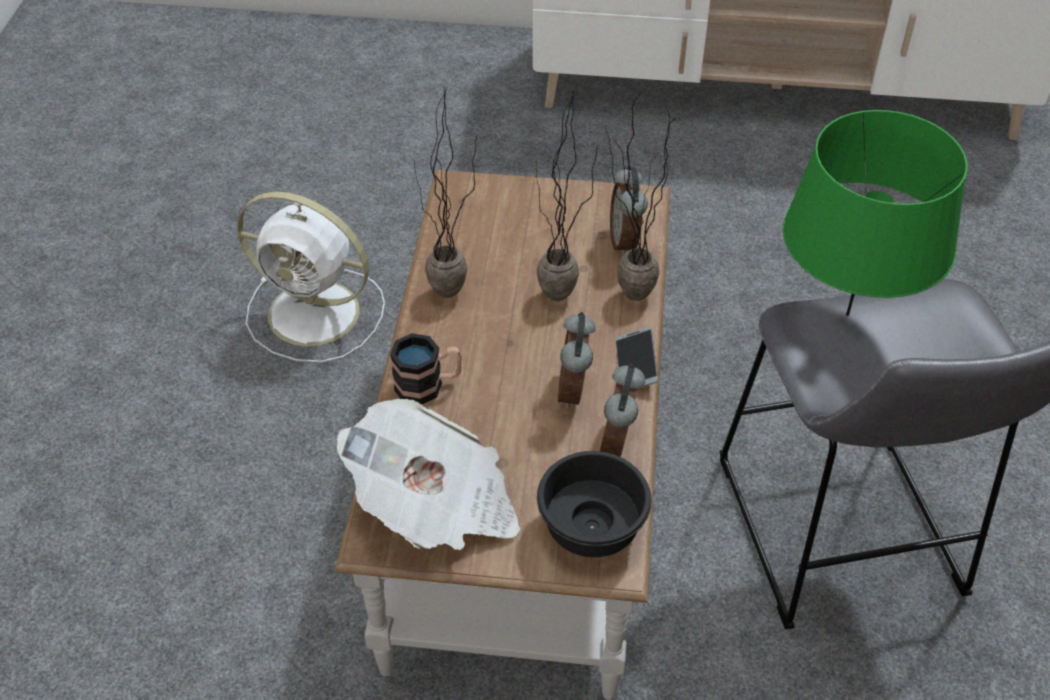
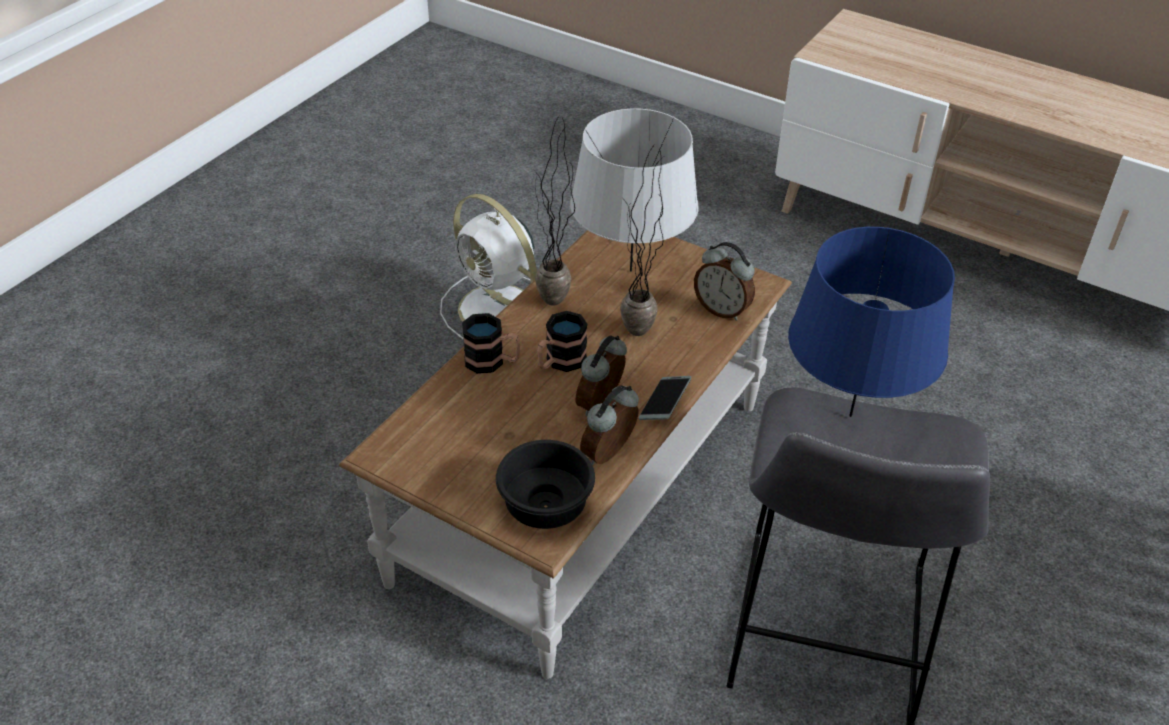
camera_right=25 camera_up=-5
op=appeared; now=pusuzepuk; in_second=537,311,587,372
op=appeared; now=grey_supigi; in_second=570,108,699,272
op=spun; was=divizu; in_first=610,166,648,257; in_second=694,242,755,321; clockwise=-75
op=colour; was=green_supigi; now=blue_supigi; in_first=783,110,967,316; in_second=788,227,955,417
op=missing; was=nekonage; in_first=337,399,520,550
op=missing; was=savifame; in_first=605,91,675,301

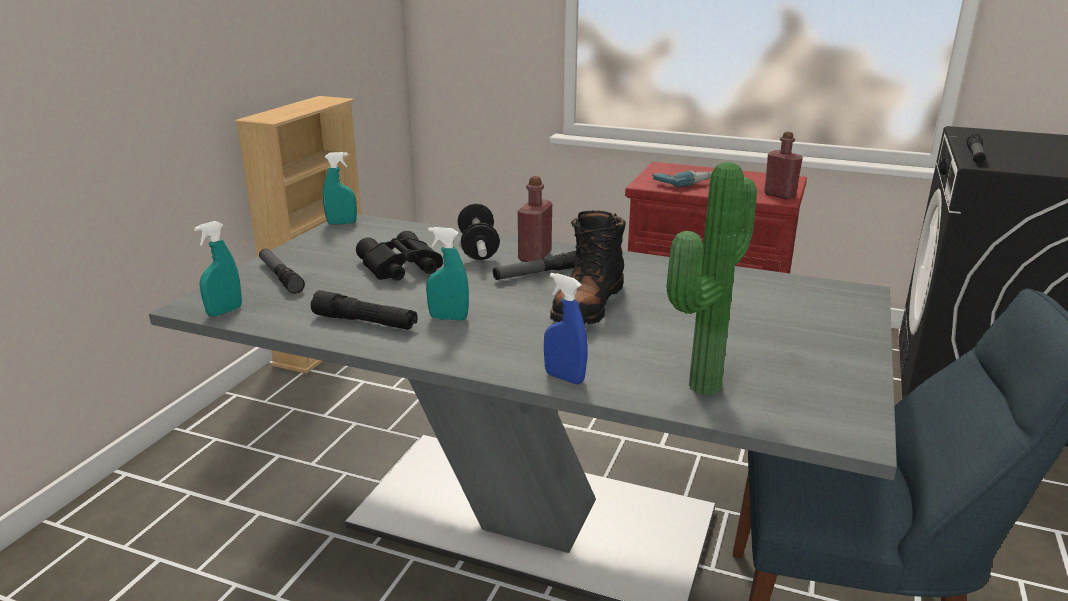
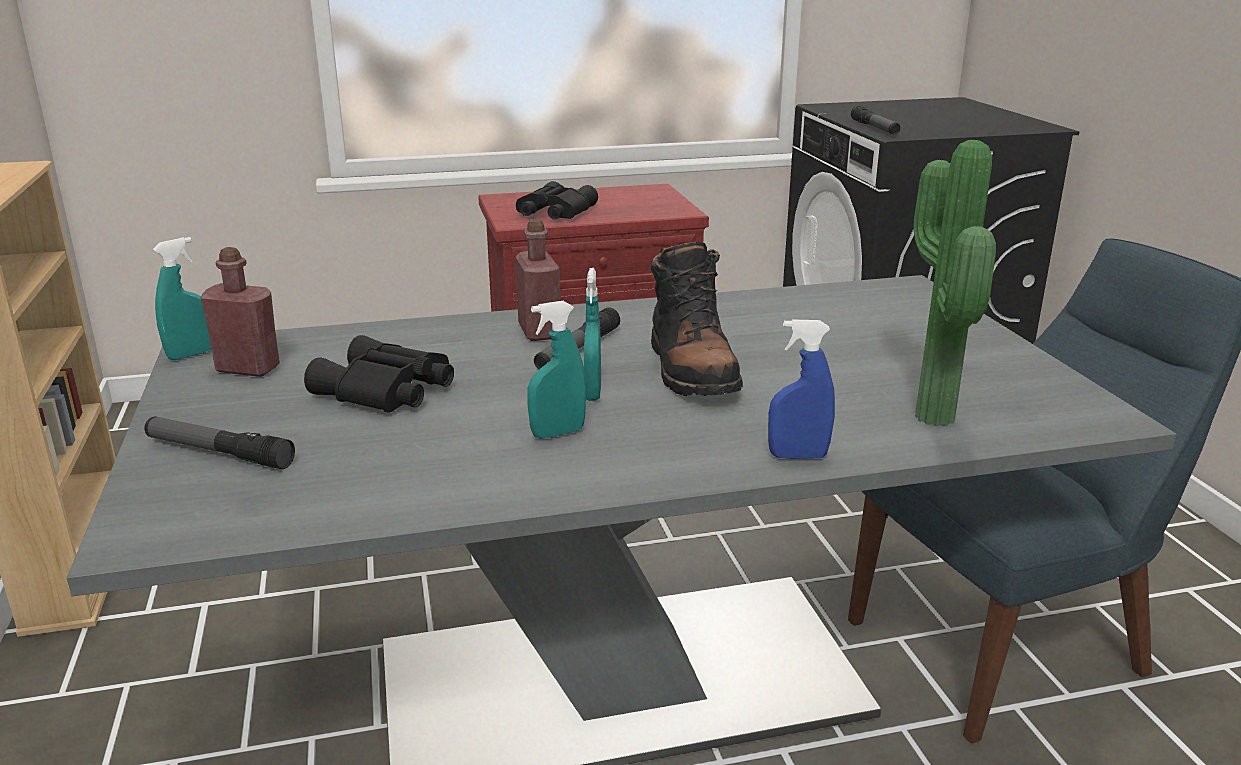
camera_right=-35 camera_up=0
op=relocated; was=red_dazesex; in_first=764,132,803,199; in_second=200,247,280,377
op=exchanged; was=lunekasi; now=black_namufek; in_first=652,170,712,187; in_second=516,181,598,220
op=relocated; was=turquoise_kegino; in_first=194,221,242,317; in_second=584,268,601,401
op=missing; was=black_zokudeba; in_first=311,290,418,330
op=missing; was=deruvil; in_first=458,203,500,260

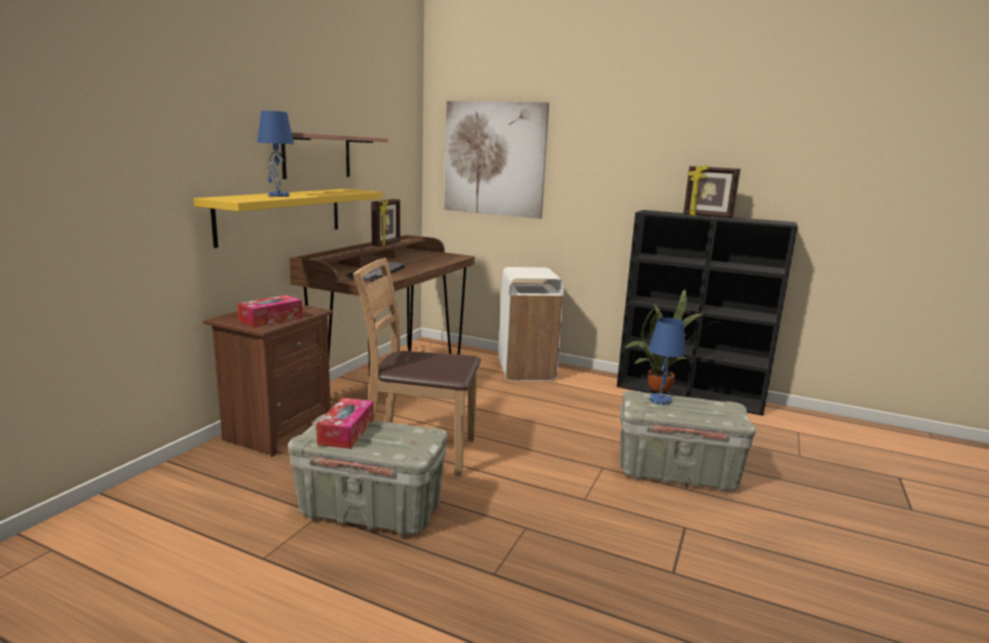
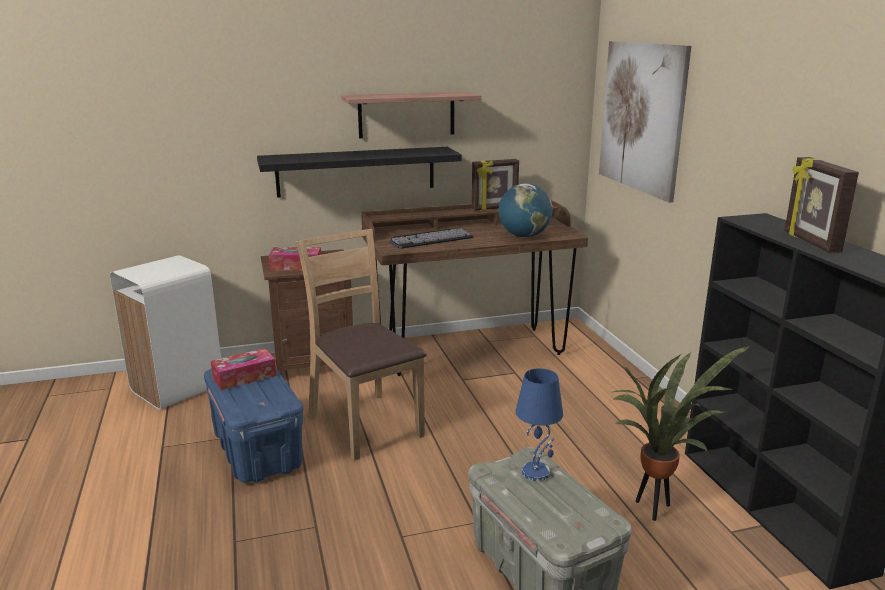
camera_right=50 camera_up=5
op=relocated; was=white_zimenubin; in_first=498,267,564,381; in_second=110,255,221,410
op=colour; was=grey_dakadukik; now=blue_dakadukik; in_first=288,414,448,536; in_second=204,368,304,483
op=colour; was=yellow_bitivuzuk; now=black_bitivuzuk; in_first=194,189,383,248; in_second=257,147,462,198
op=appeared; now=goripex; in_second=499,183,552,237
op=missing; was=blue_supigi; in_first=257,111,294,197

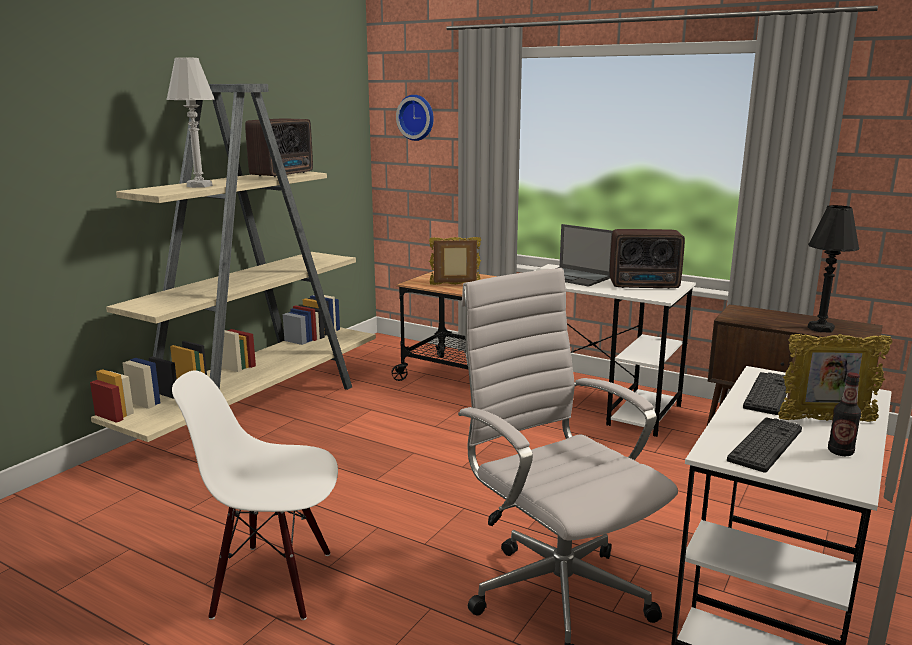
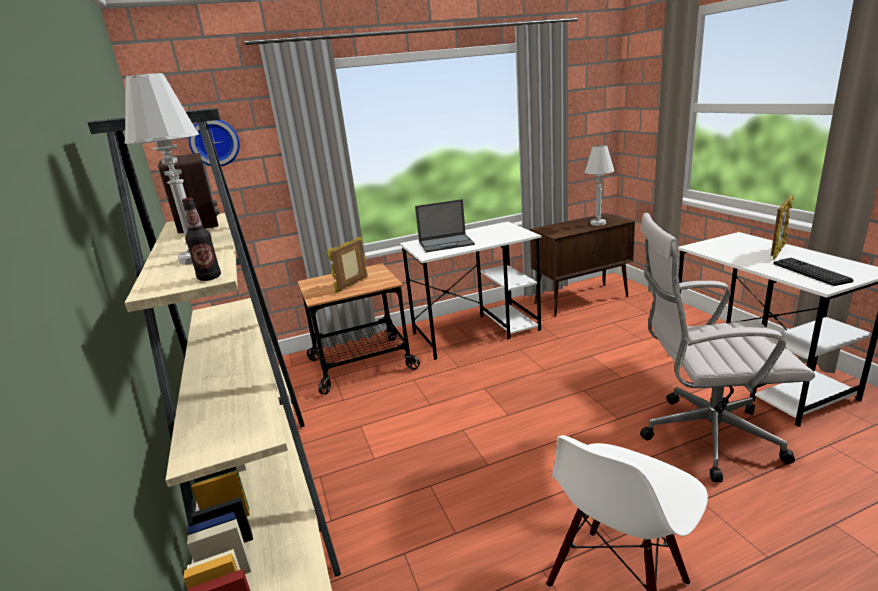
camera_right=-50 camera_up=5
op=relocated; was=dazesex; in_first=828,372,861,456; in_second=182,198,221,281
op=colour; was=black_supigi; now=white_supigi; in_first=808,205,859,332; in_second=584,145,614,226
op=missing; was=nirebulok; in_first=610,229,685,289
op=missing; was=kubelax; in_first=743,372,787,415

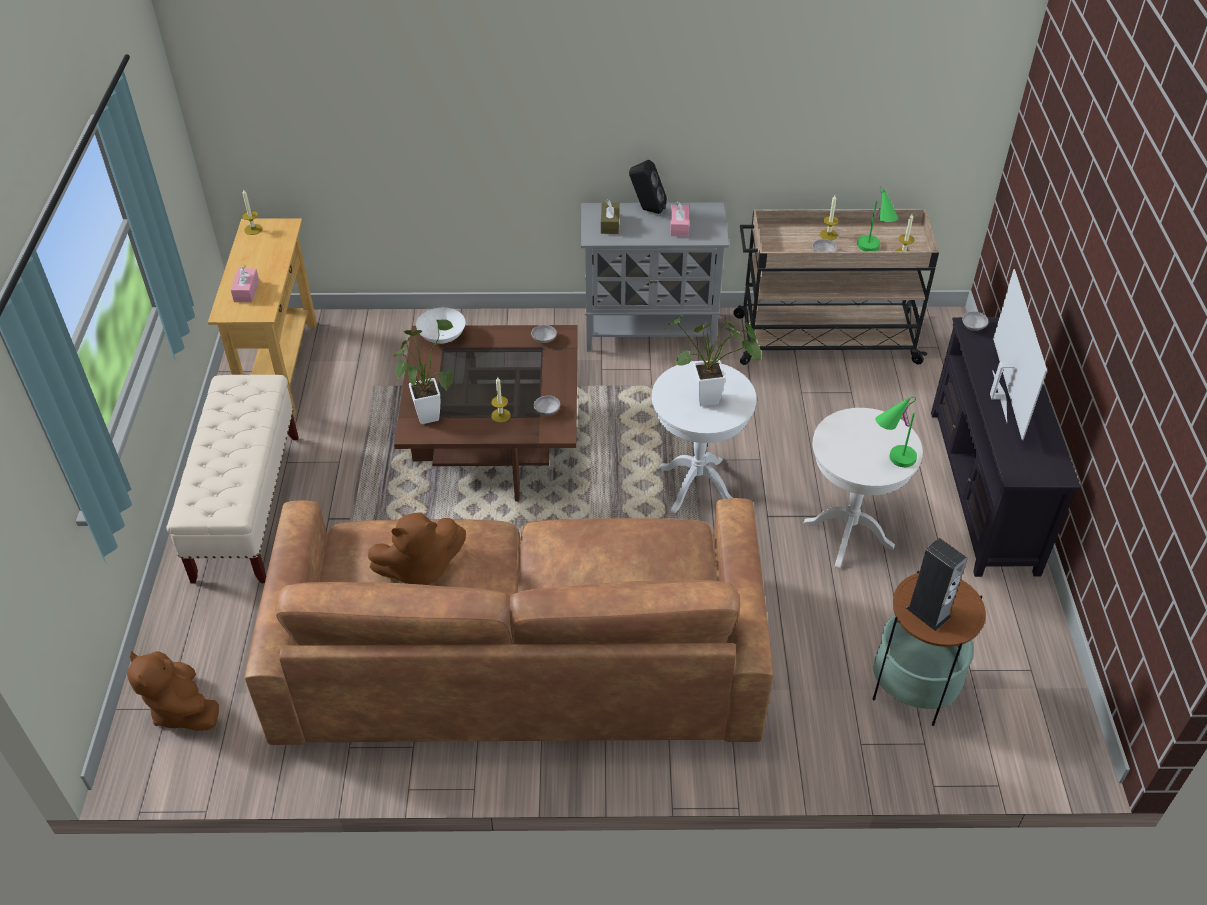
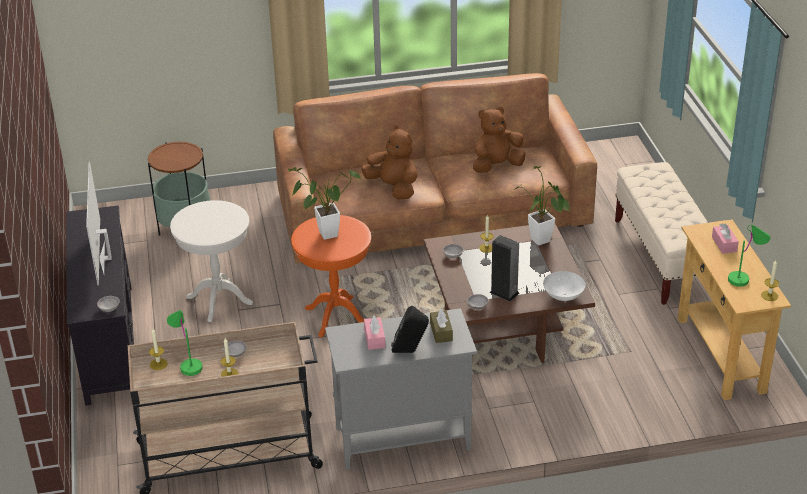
camera_right=170 camera_up=-10
op=colour; was=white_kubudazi; now=orange_kubudazi; in_first=652,361,756,513; in_second=291,215,371,337
op=relocated; was=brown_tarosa; in_first=127,651,219,731; in_second=362,126,418,200
op=relocated; was=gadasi; in_first=906,538,968,631; in_second=489,235,519,302
op=relocated; was=green_supigi; in_first=876,396,917,467; in_second=728,225,770,287

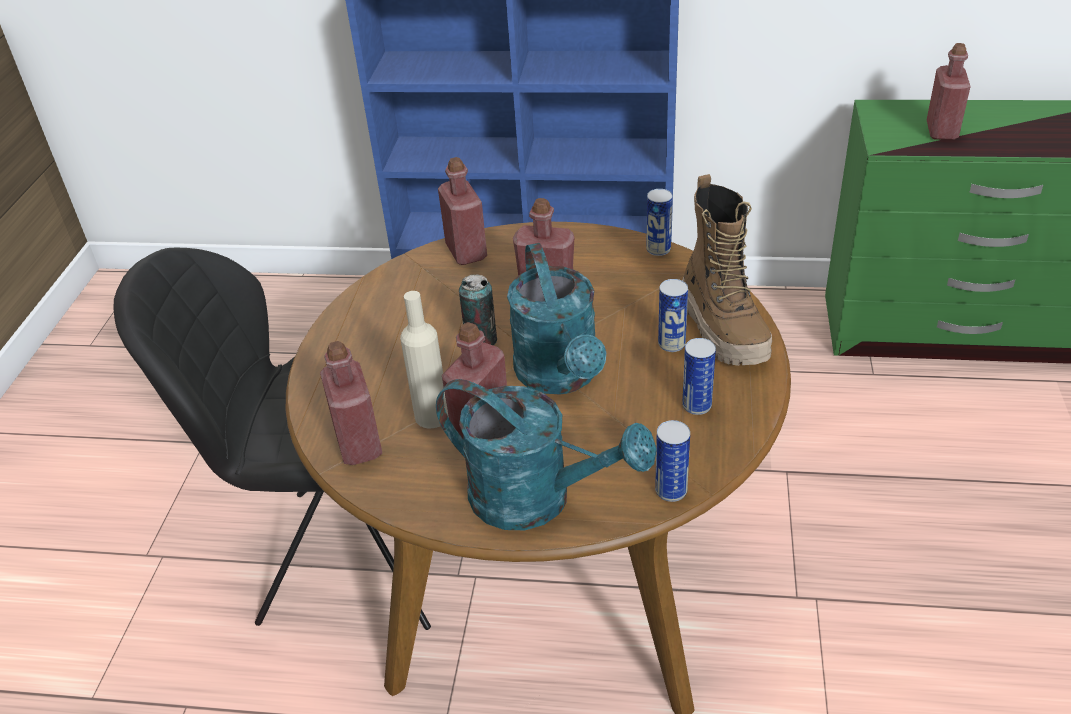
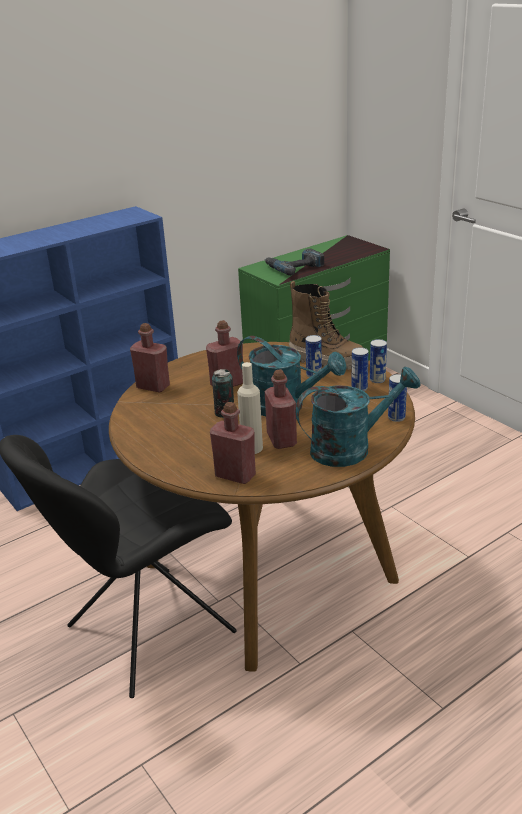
camera_right=-45 camera_up=-10
op=exchanged; was=red_dazesex; now=lunekasi; in_first=927,43,971,140; in_second=265,248,324,276
op=relocated; was=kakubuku; in_first=646,189,672,256; in_second=370,339,387,383

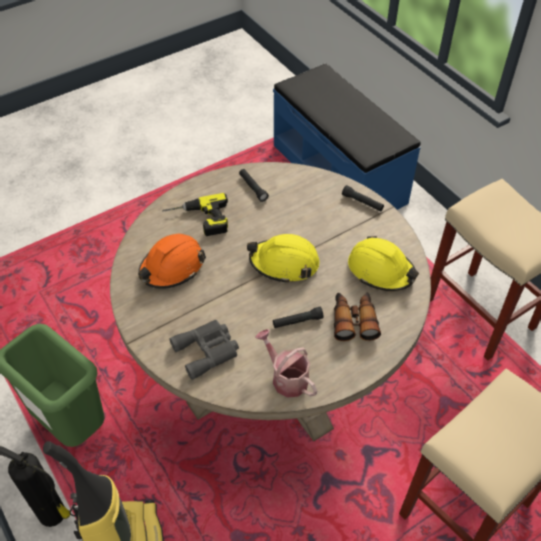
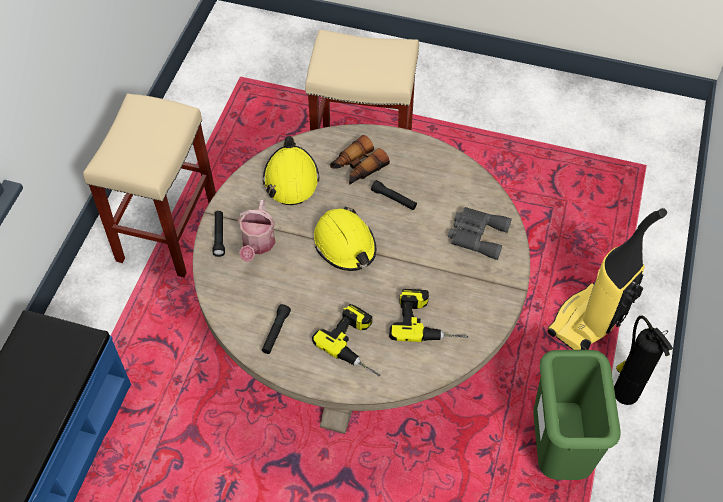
camera_right=-130 camera_up=5
op=relocated; was=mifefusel; in_first=255,329,317,398; in_second=237,200,275,262
op=exchanged; was=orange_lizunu; now=lunekasi; in_first=138,234,206,289; in_second=389,289,469,342

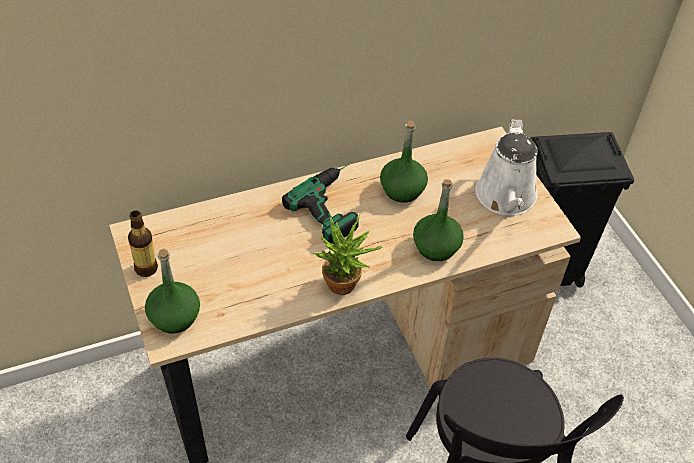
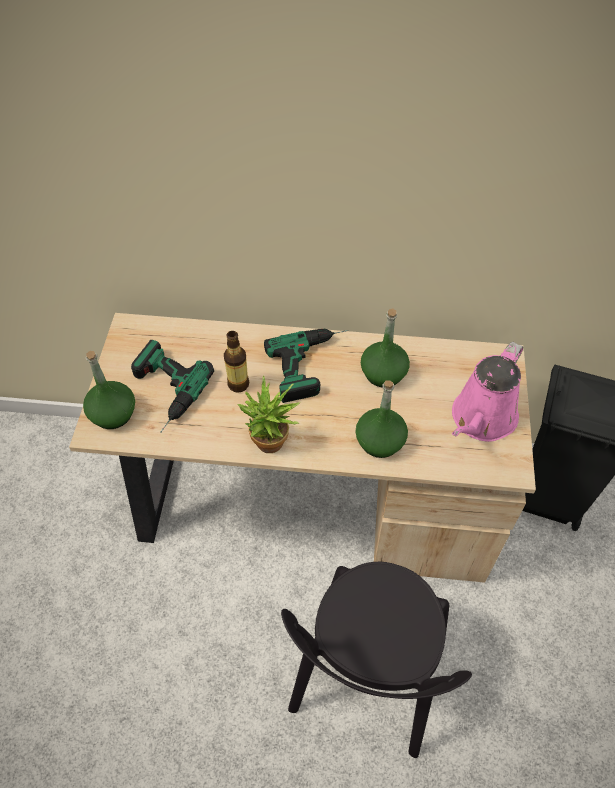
camera_right=30 camera_up=5
op=appeared; now=lunekasi; in_second=131,340,214,433
op=relocated; was=dazesex; in_first=128,210,158,277; in_second=224,331,249,393
op=colour; was=white_mifefusel; now=pink_mifefusel; in_first=475,119,538,216; in_second=452,342,523,442

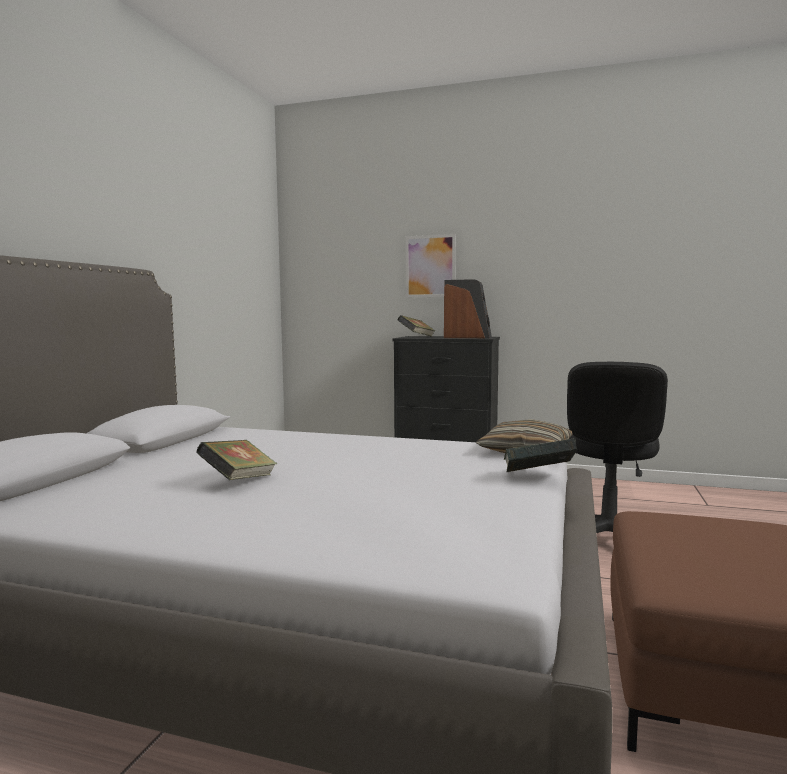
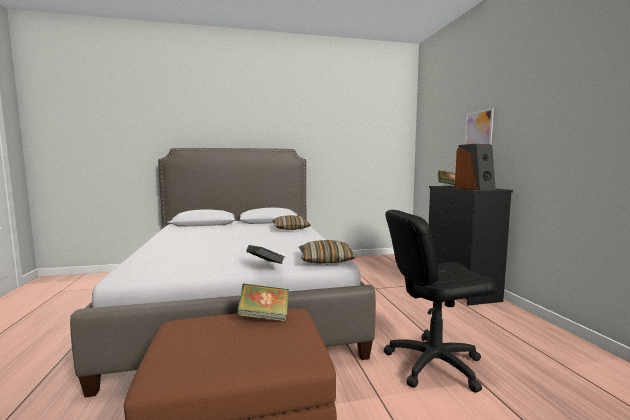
camera_right=60 camera_up=0
op=relocated; was=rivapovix; in_first=196,440,277,480; in_second=237,284,289,321
op=appeared; now=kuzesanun; in_second=272,215,311,230

